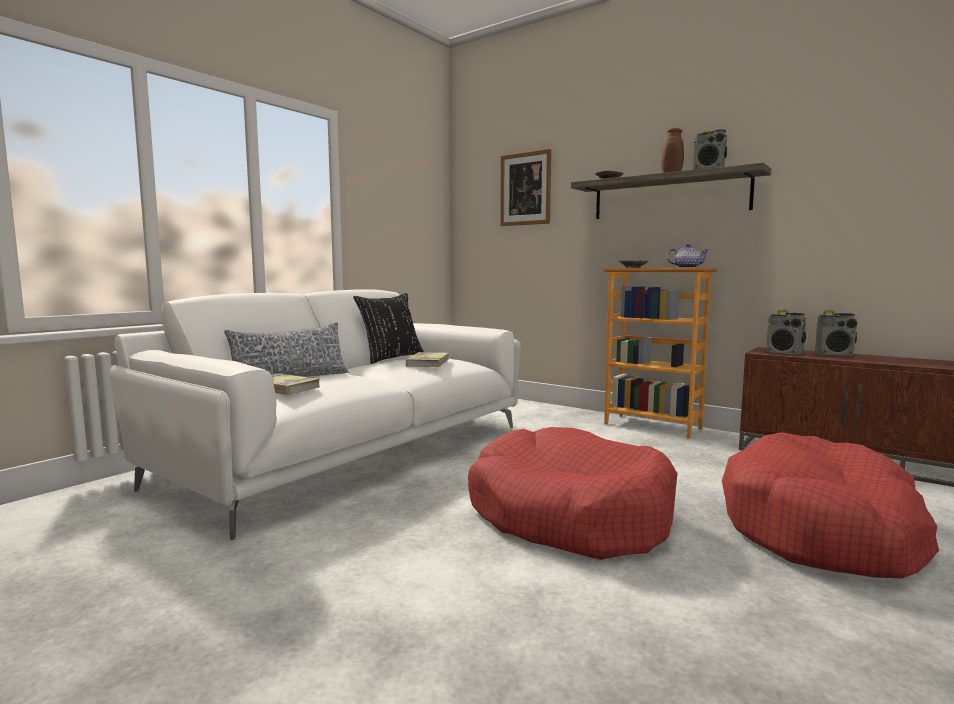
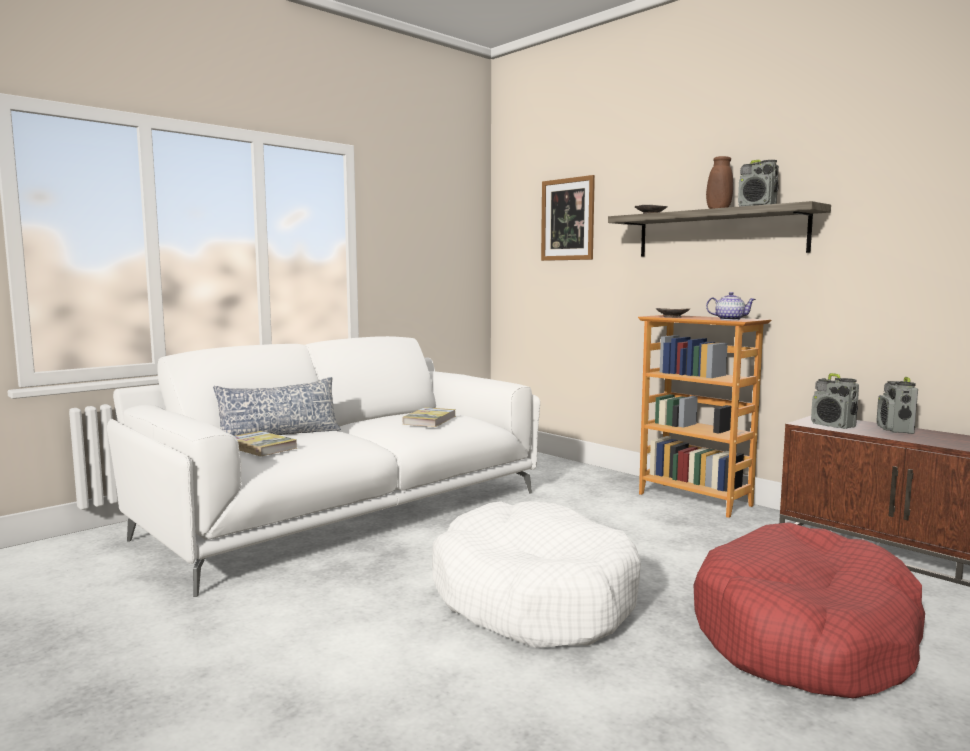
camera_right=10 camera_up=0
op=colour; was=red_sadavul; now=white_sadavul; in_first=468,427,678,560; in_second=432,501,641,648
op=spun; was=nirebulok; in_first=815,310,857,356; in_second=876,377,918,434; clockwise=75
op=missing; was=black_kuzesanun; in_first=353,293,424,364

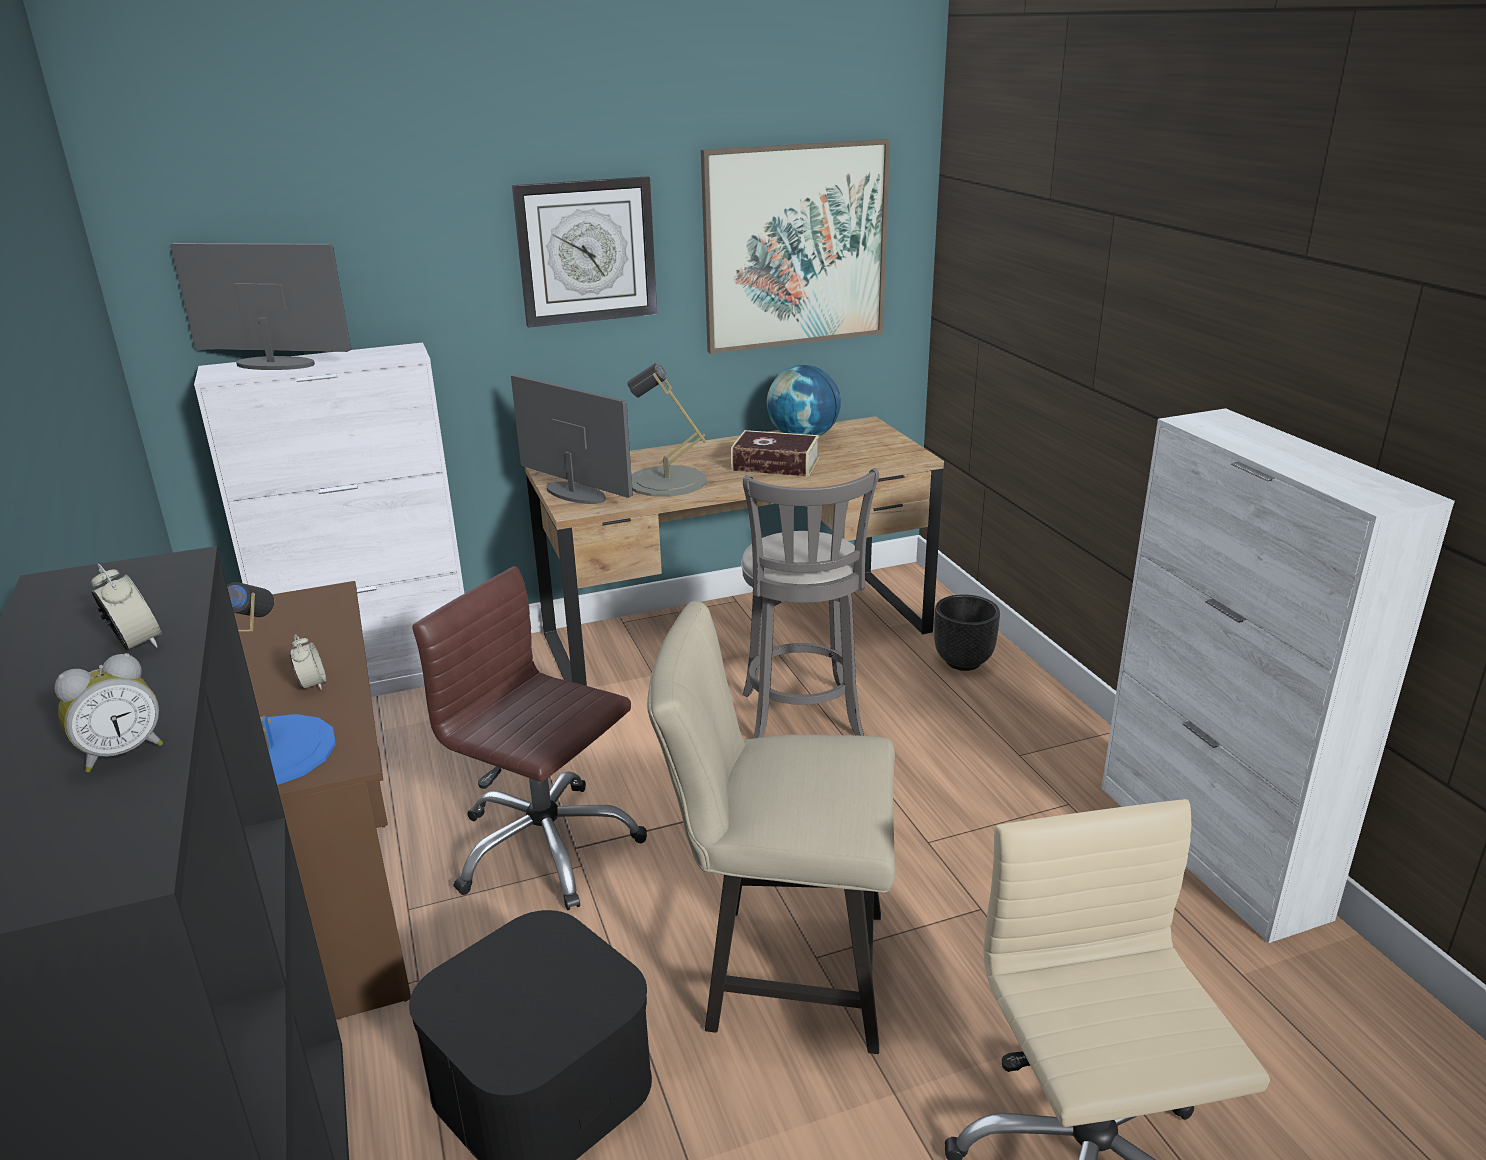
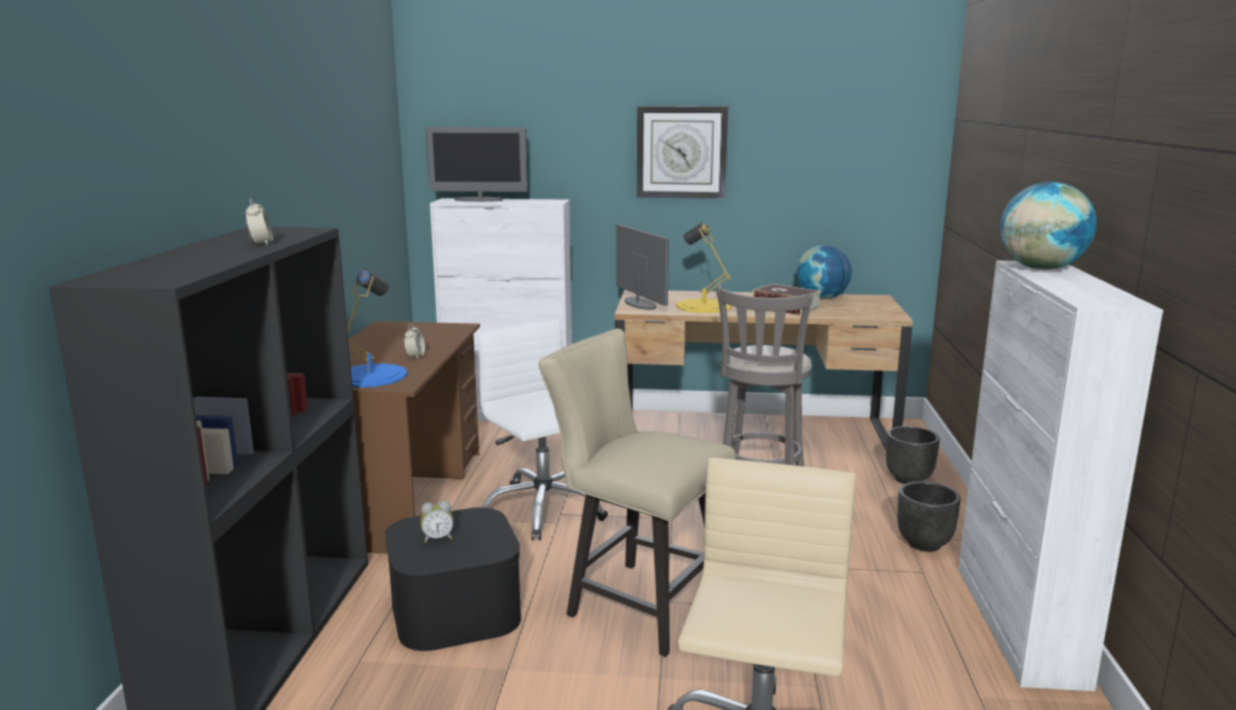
camera_right=25 camera_up=-10
op=relocated; was=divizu; in_first=55,653,163,772; in_second=420,501,454,543
op=spun; was=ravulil; in_first=170,243,351,370; in_second=426,127,528,202; clockwise=150
op=colour; was=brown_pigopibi; now=white_pigopibi; in_first=412,566,647,910; in_second=477,320,608,540
op=colour; was=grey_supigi; now=yellow_supigi; in_first=627,363,707,497; in_second=676,223,732,313
op=appeared; now=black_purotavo; in_second=897,481,961,552
op=appeared; now=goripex; in_second=1000,182,1097,270
op=missing; was=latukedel; in_first=701,139,890,354

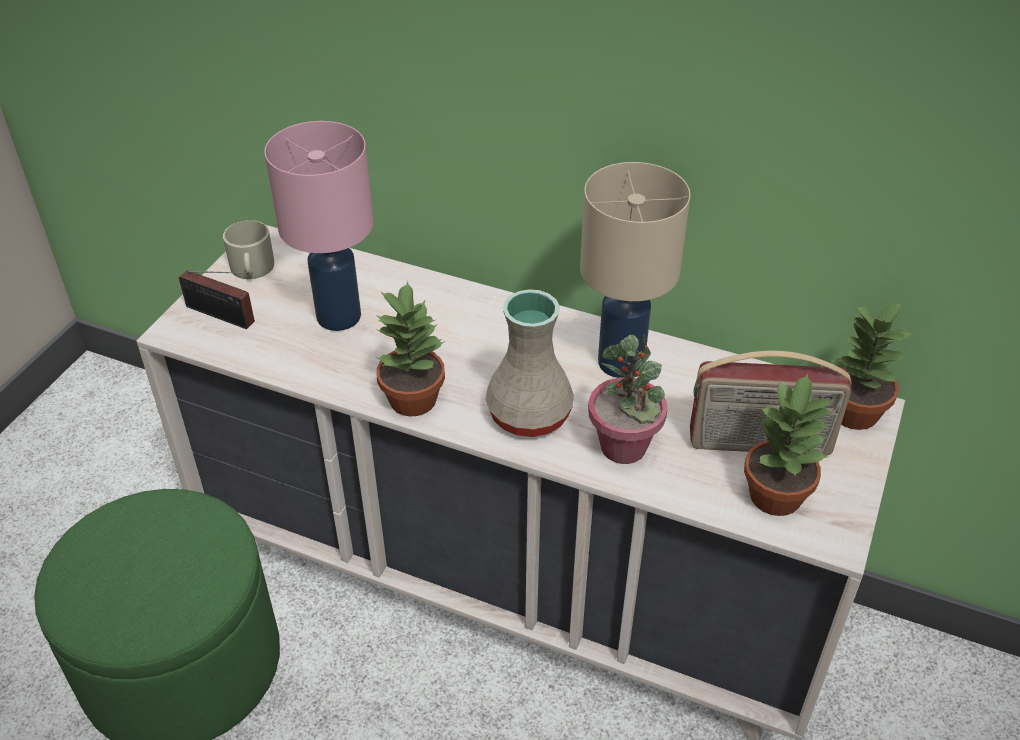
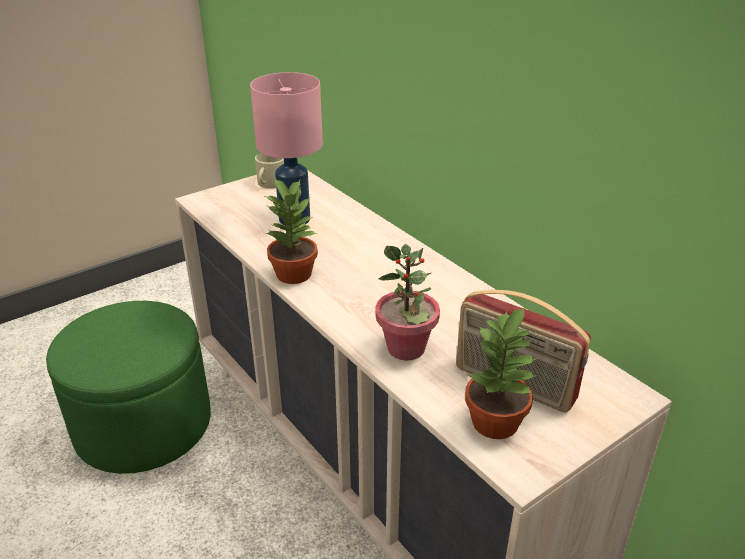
camera_right=30 camera_up=-10
op=missing; was=nirebulok; in_first=179,270,255,329
op=missing; was=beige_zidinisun; in_first=486,289,574,437
op=missing; was=beige_supigi; in_first=580,162,690,378
op=missing; was=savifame; in_first=831,301,913,430

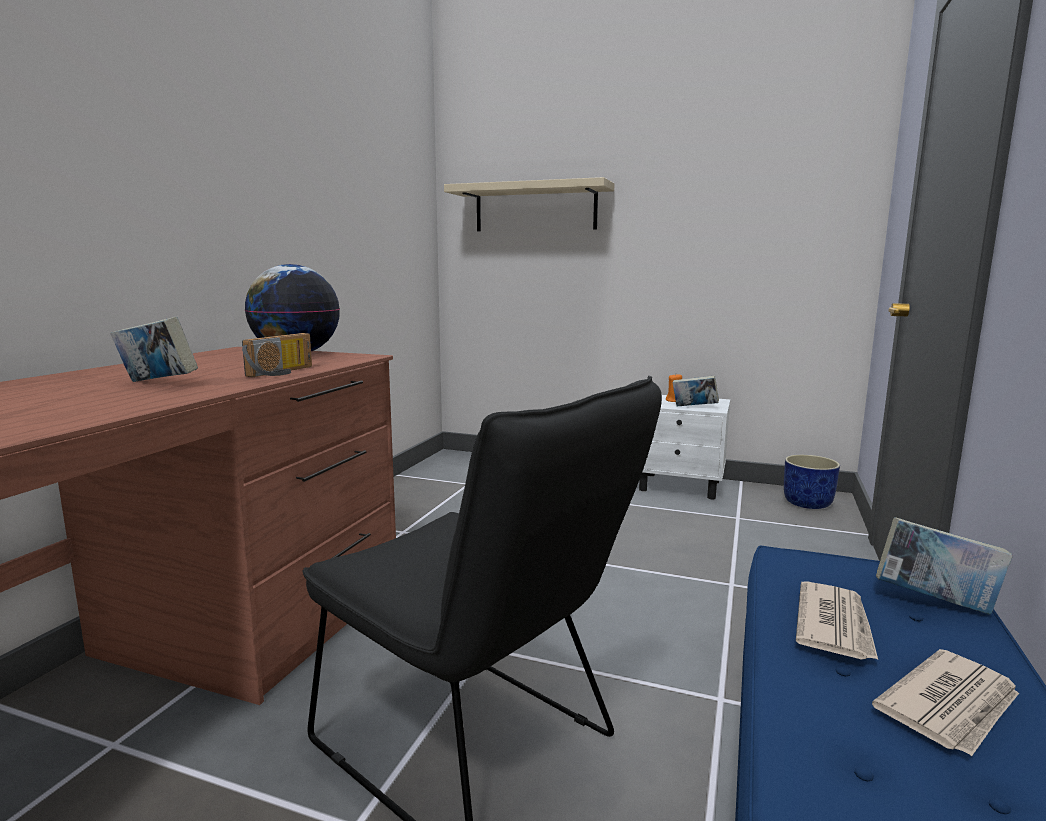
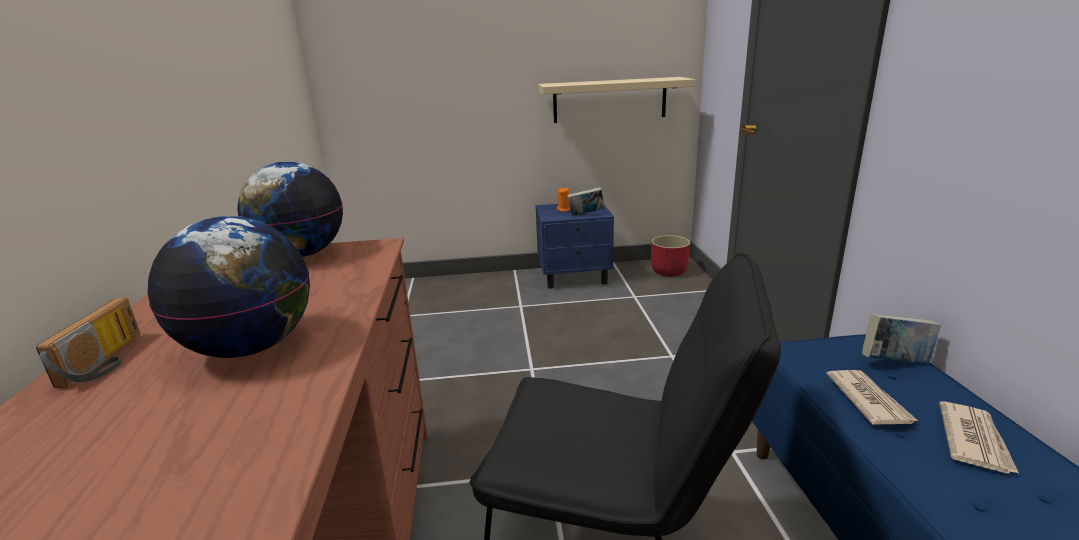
camera_right=-25 camera_up=10
op=relocated; was=nirebulok; in_first=242,333,312,377; in_second=36,298,140,388
op=exchanged; was=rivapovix; now=goripex; in_first=110,317,198,382; in_second=148,216,310,358
op=colour; was=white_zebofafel; now=blue_zebofafel; in_first=639,395,730,499; in_second=535,204,614,289
op=relocated; was=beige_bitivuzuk; in_first=444,177,614,231; in_second=538,77,695,123
op=colour; was=blue_purotavo; now=red_purotavo; in_first=784,455,840,509; in_second=651,235,690,277

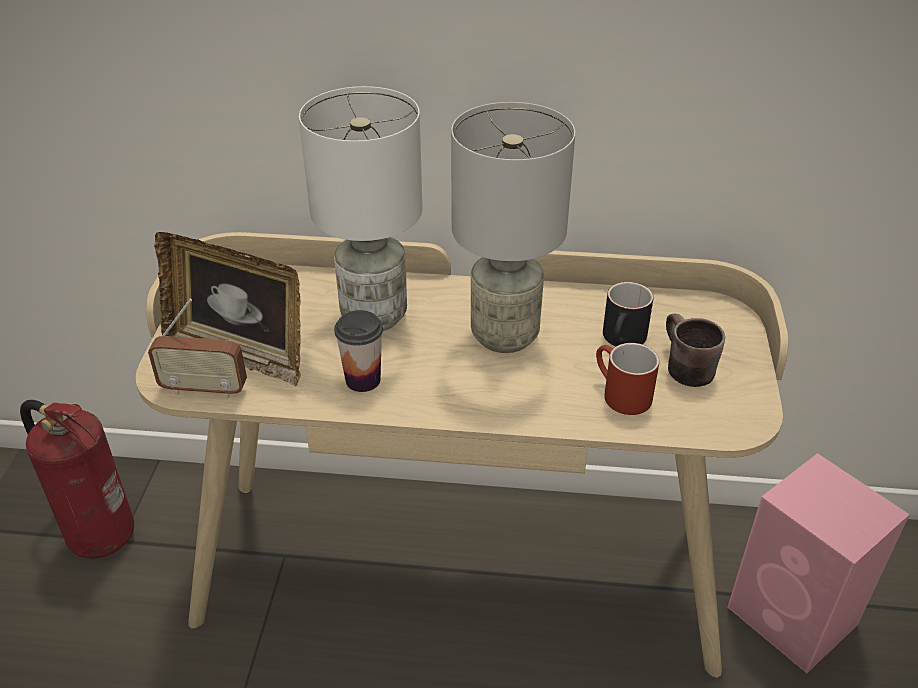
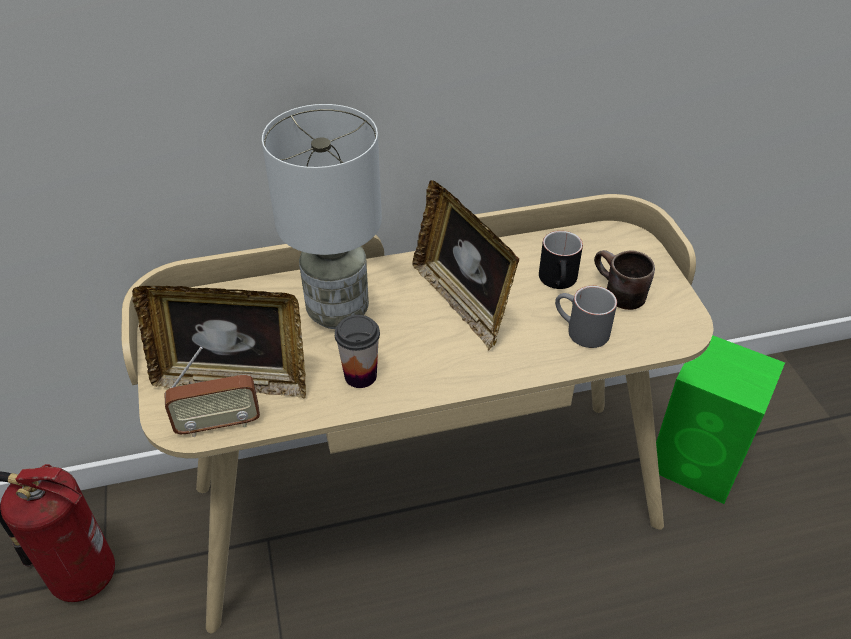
camera_right=-20 camera_up=5
op=exchanged; was=grey_supigi; now=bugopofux; in_first=451,102,575,353; in_second=412,180,519,350
op=colour; was=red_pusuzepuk; now=grey_pusuzepuk; in_first=596,343,660,415; in_second=555,286,617,348
op=colour; was=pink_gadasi; now=green_gadasi; in_first=728,453,910,673; in_second=656,335,785,504

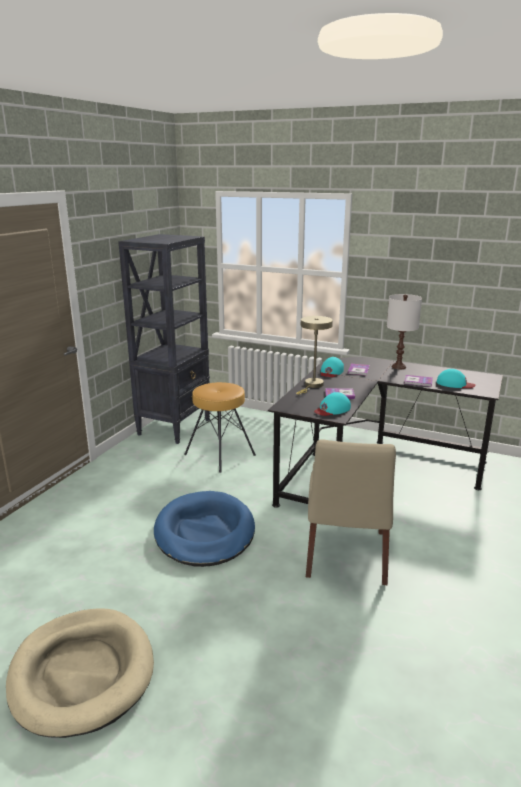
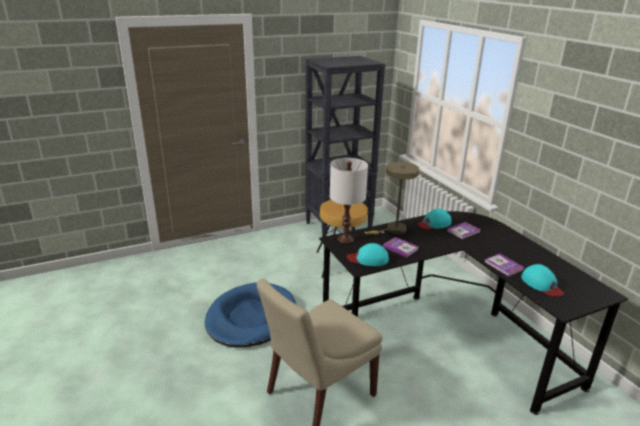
camera_right=40 camera_up=5
op=relocated; was=white_supigi; in_first=387,294,422,369; in_second=330,158,368,244
op=missing; was=beige_sadavul; in_first=6,608,154,738

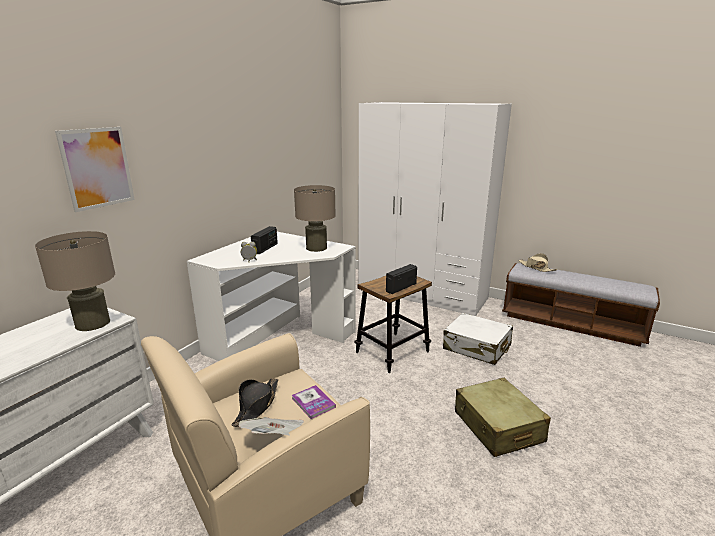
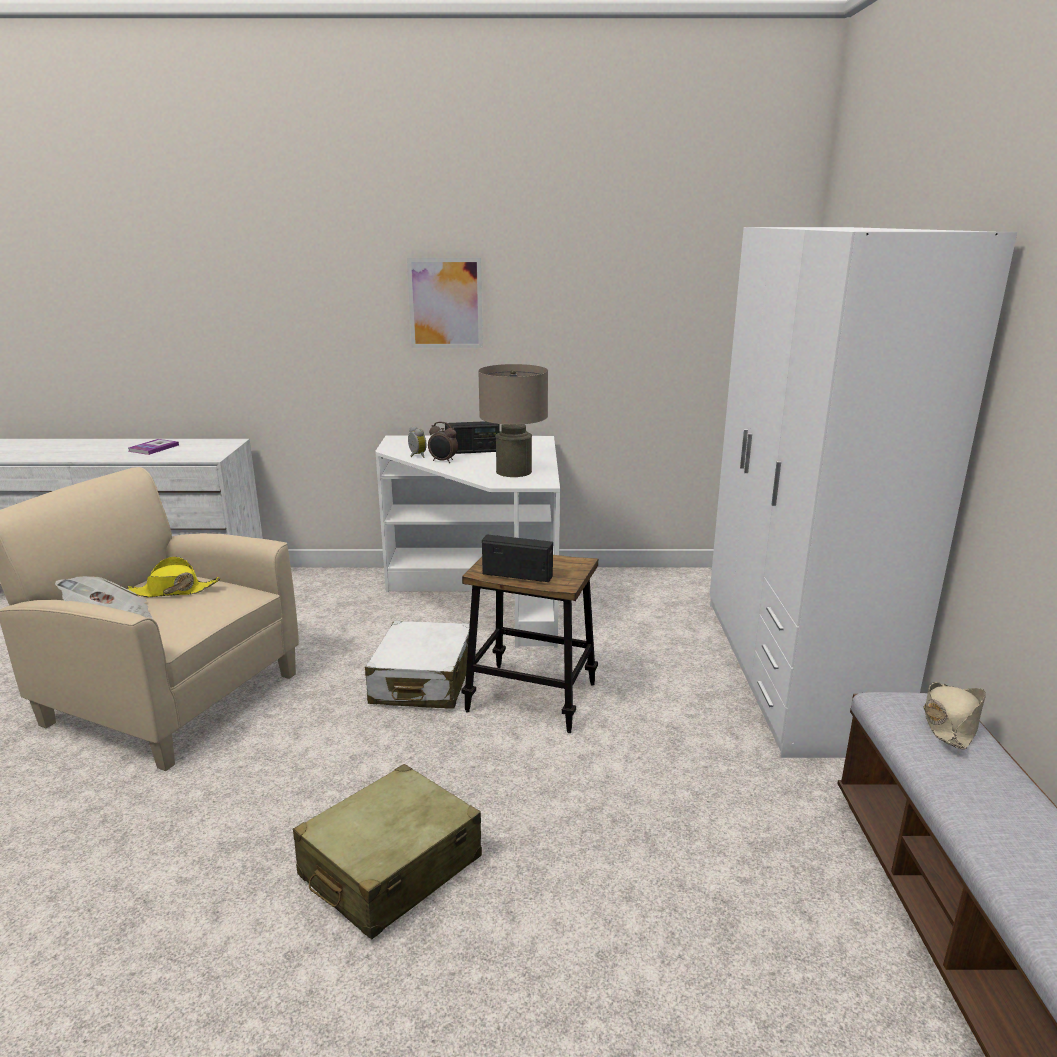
camera_right=60 camera_up=0
op=colour; was=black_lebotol; now=yellow_lebotol; in_first=231,378,278,427; in_second=126,556,220,597
op=relocated; was=rivapovix; in_first=292,385,336,419; in_second=128,439,179,455
op=relocated; was=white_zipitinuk; in_first=443,313,513,365; in_second=365,621,470,708
op=relocated; was=latukedel; in_first=55,127,135,212; in_second=407,258,483,348
op=appeared; now=divizu; in_second=428,422,458,463
op=missing; was=beige_supigi; in_first=35,231,115,331

